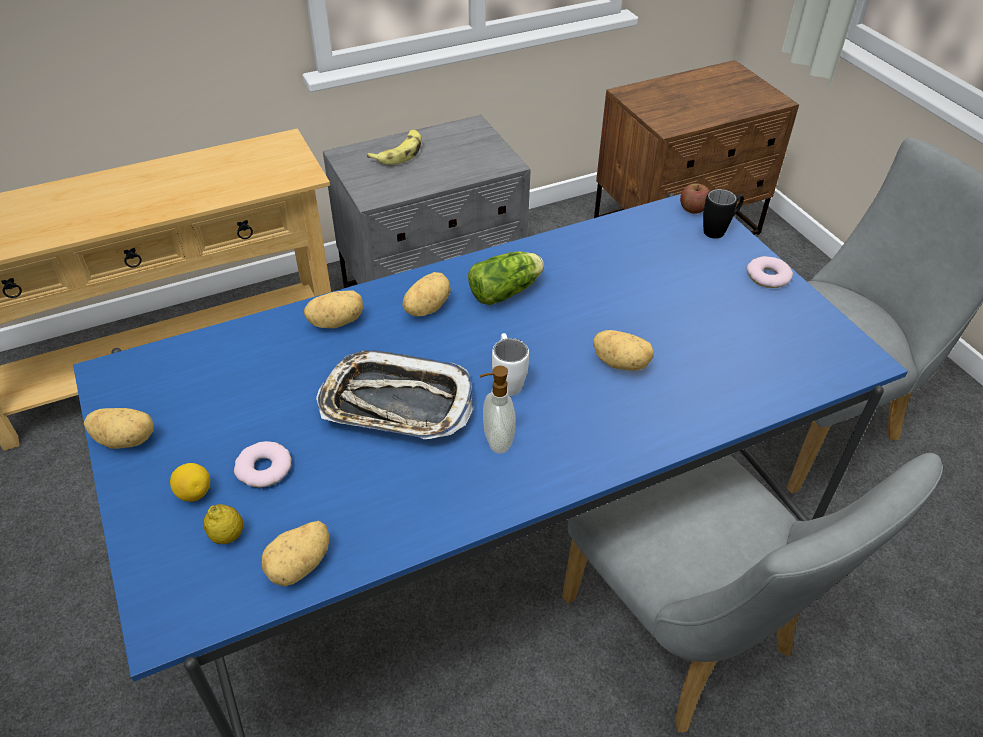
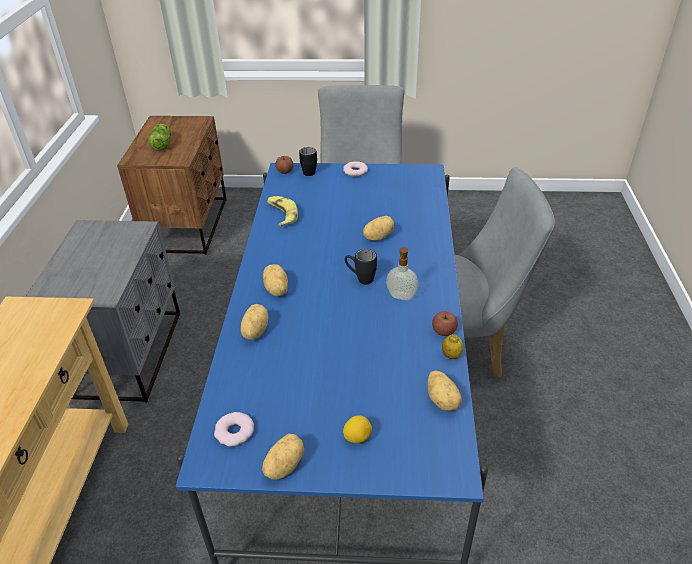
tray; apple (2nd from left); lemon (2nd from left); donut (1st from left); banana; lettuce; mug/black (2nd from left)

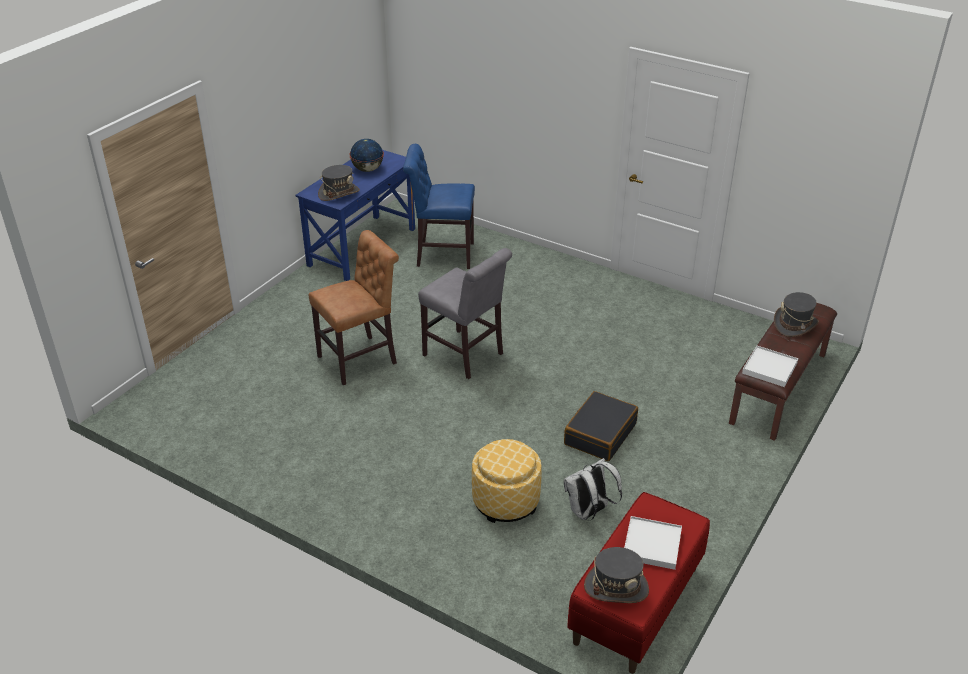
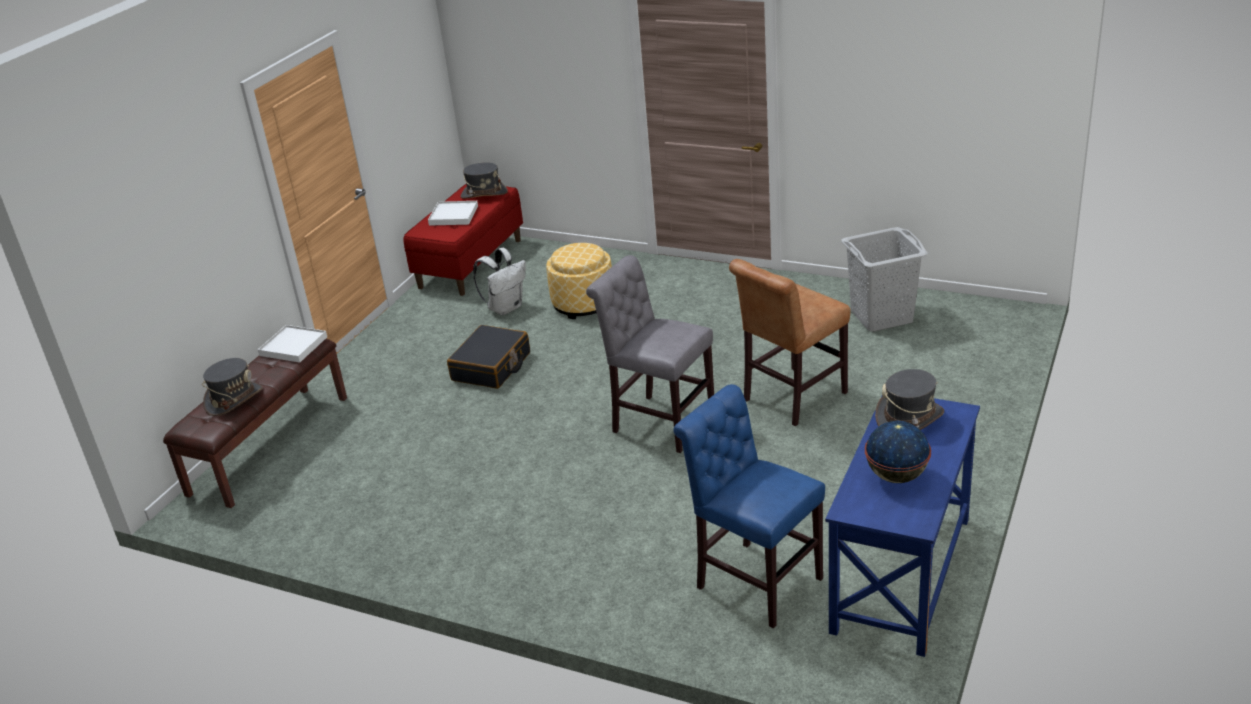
laundry basket/grey; chair/blue

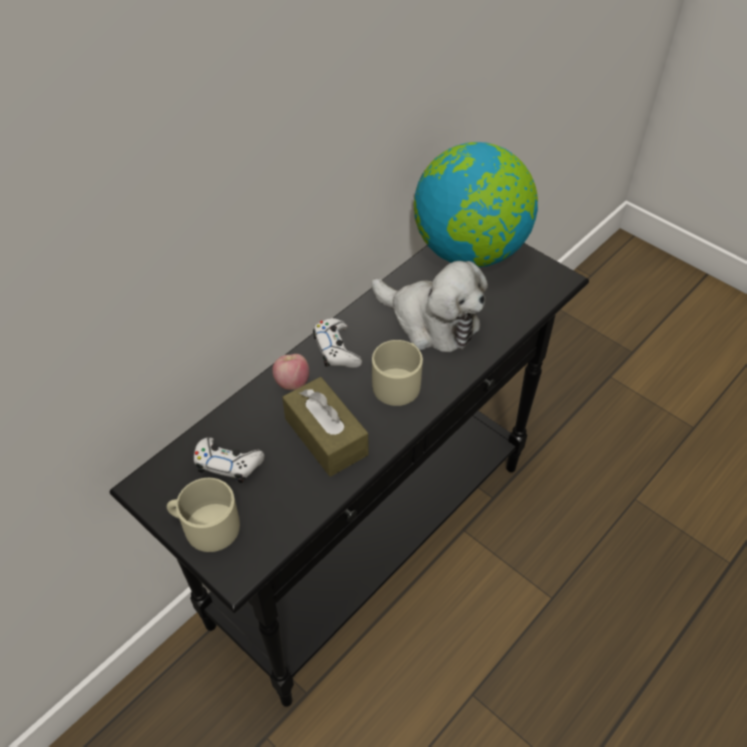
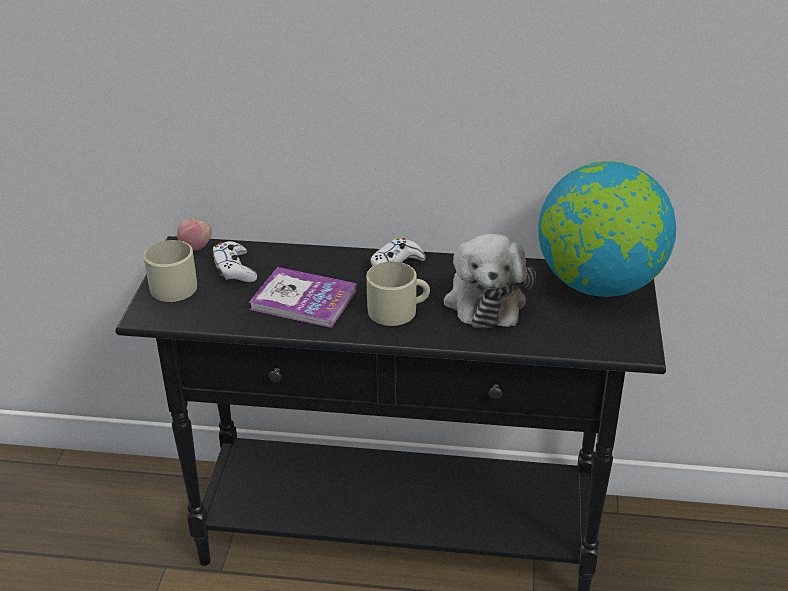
apple; book

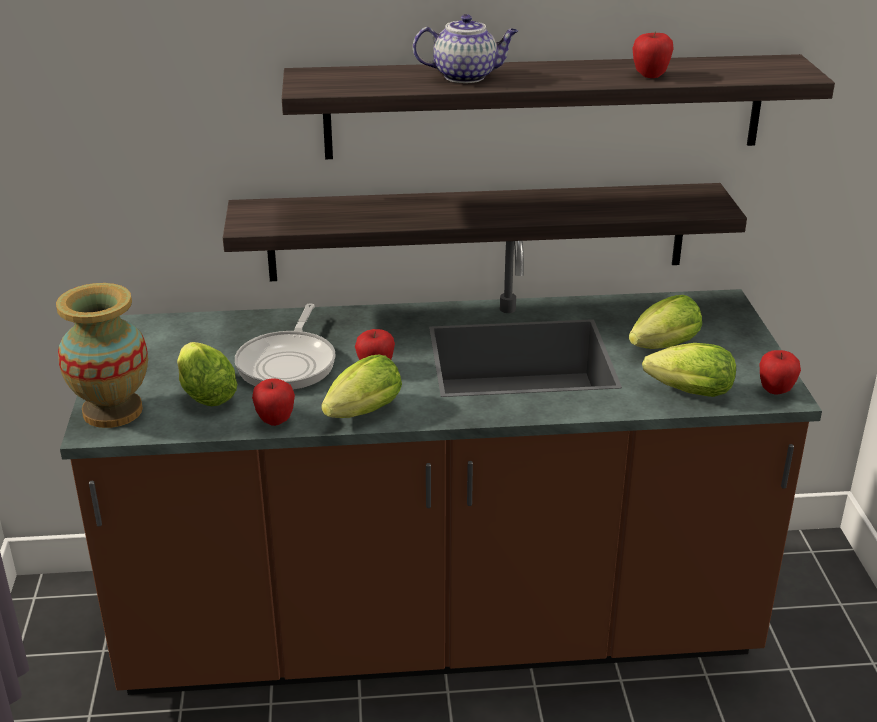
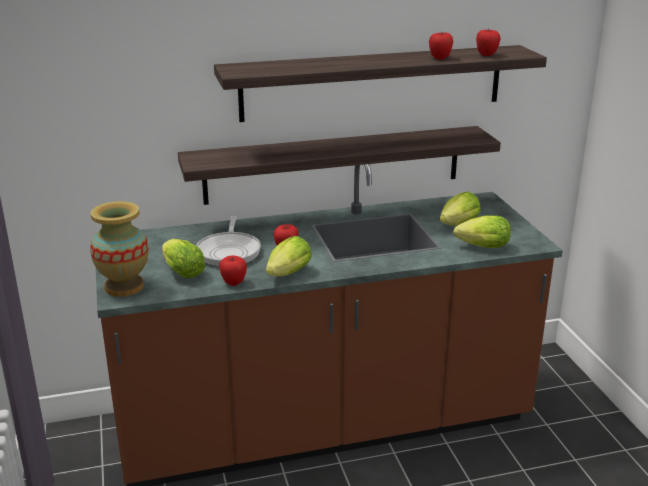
teapot; apple (4th from left)

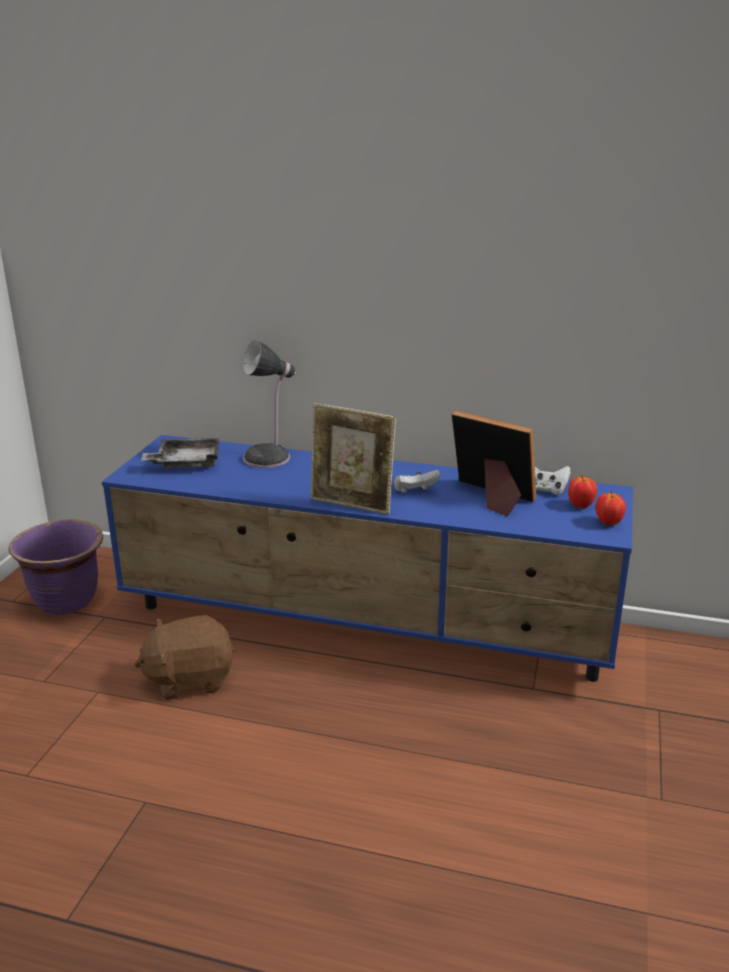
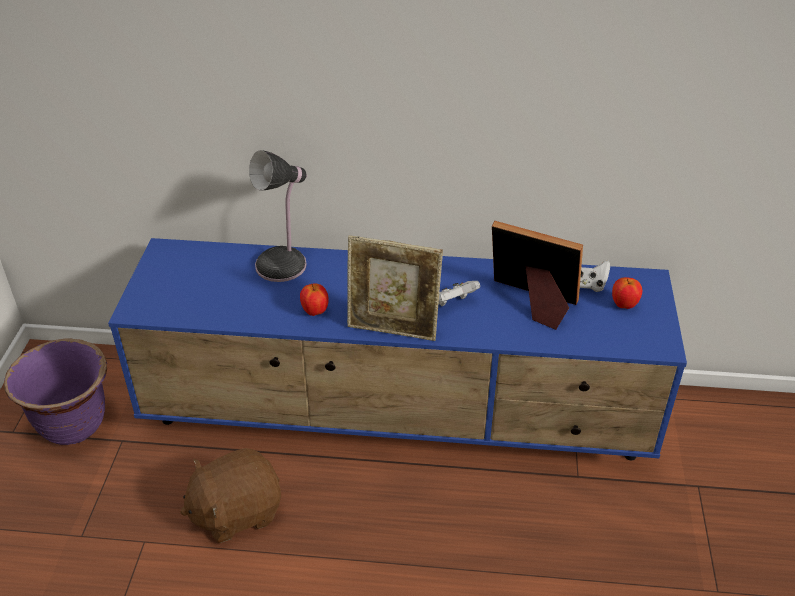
tray/grey; apple (1st from left)

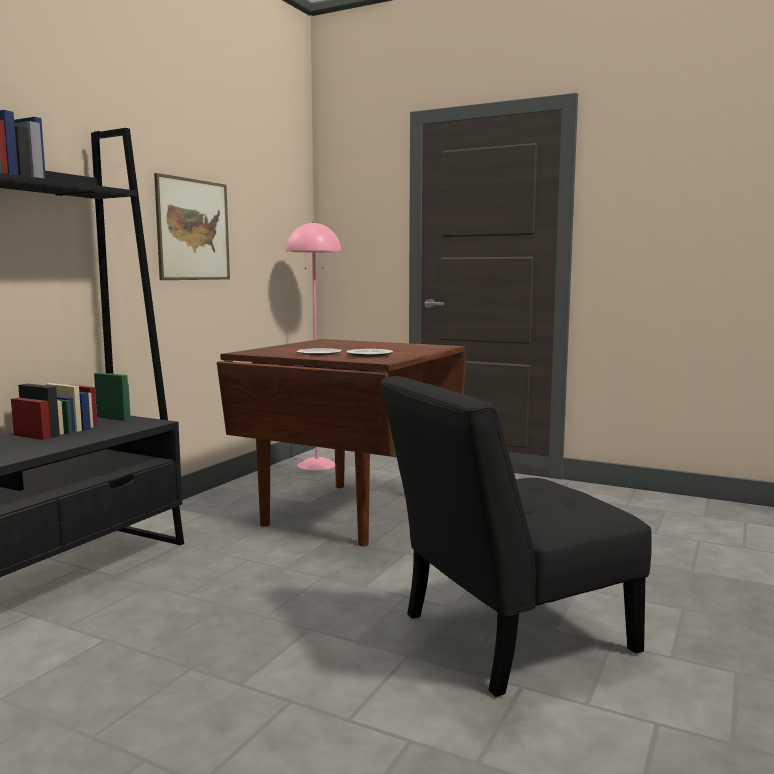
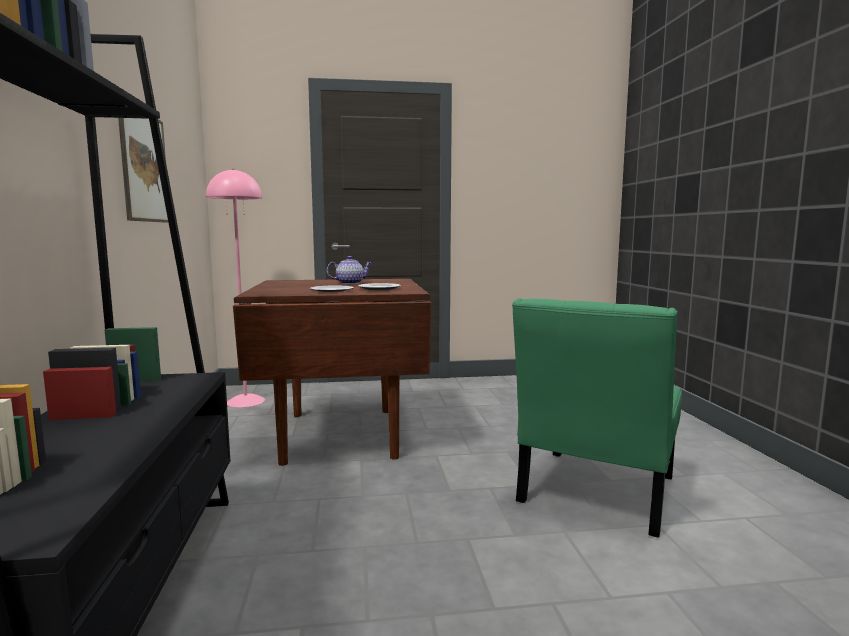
teapot; chair/green

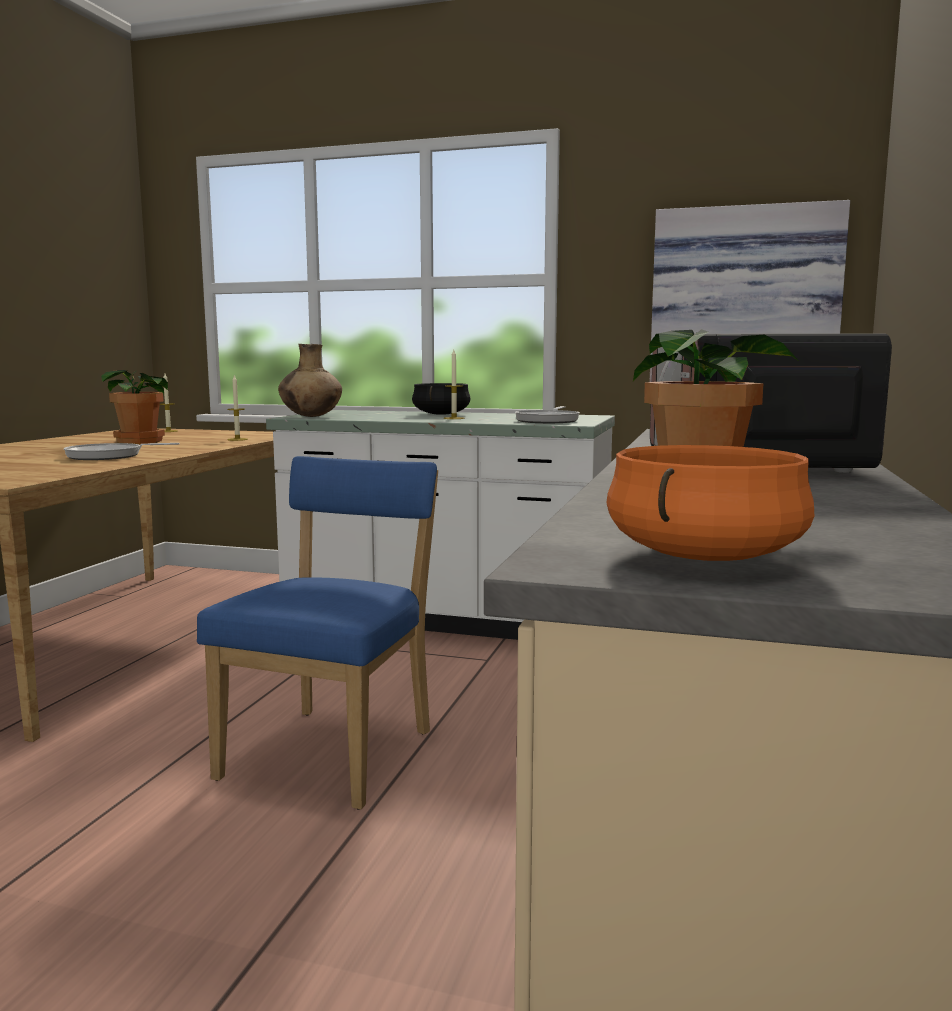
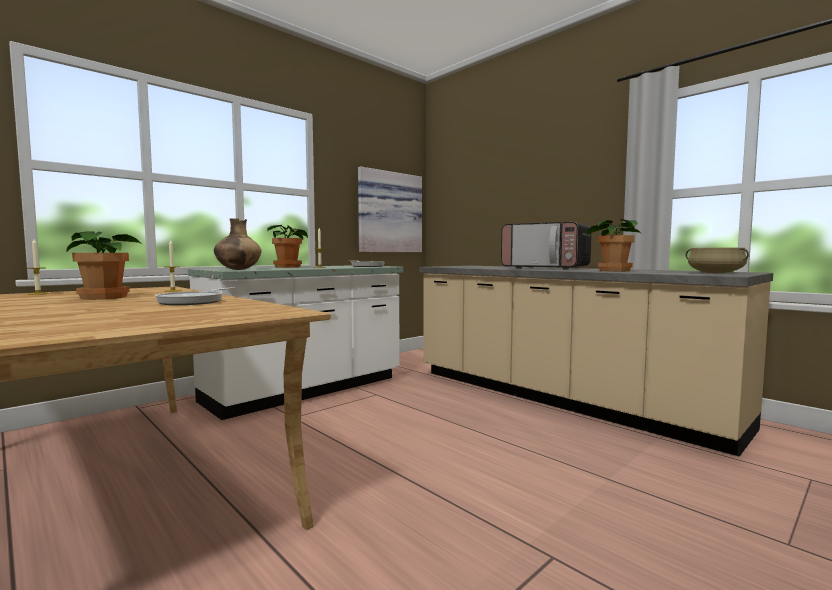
chair/blue; potted plant (2nd from left); cooking pot/beige

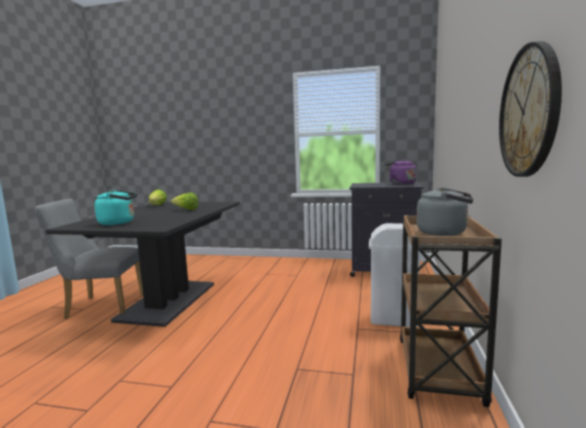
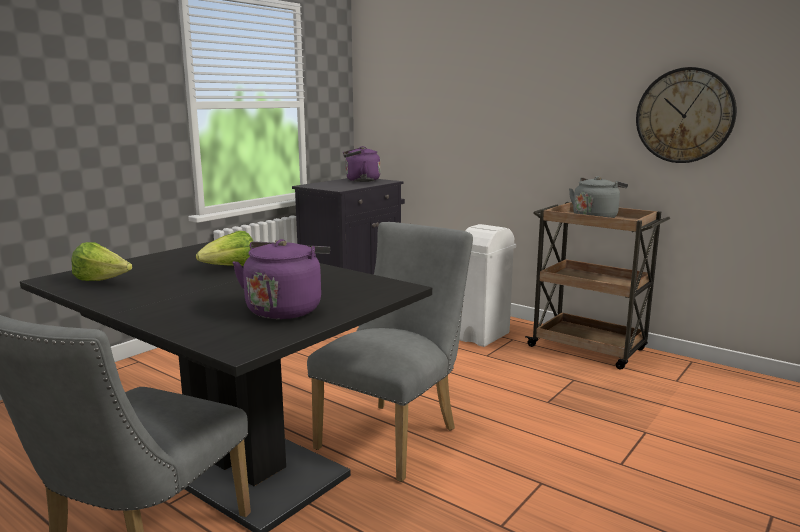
chair/grey (2nd from left); kettle/purple (1st from left)

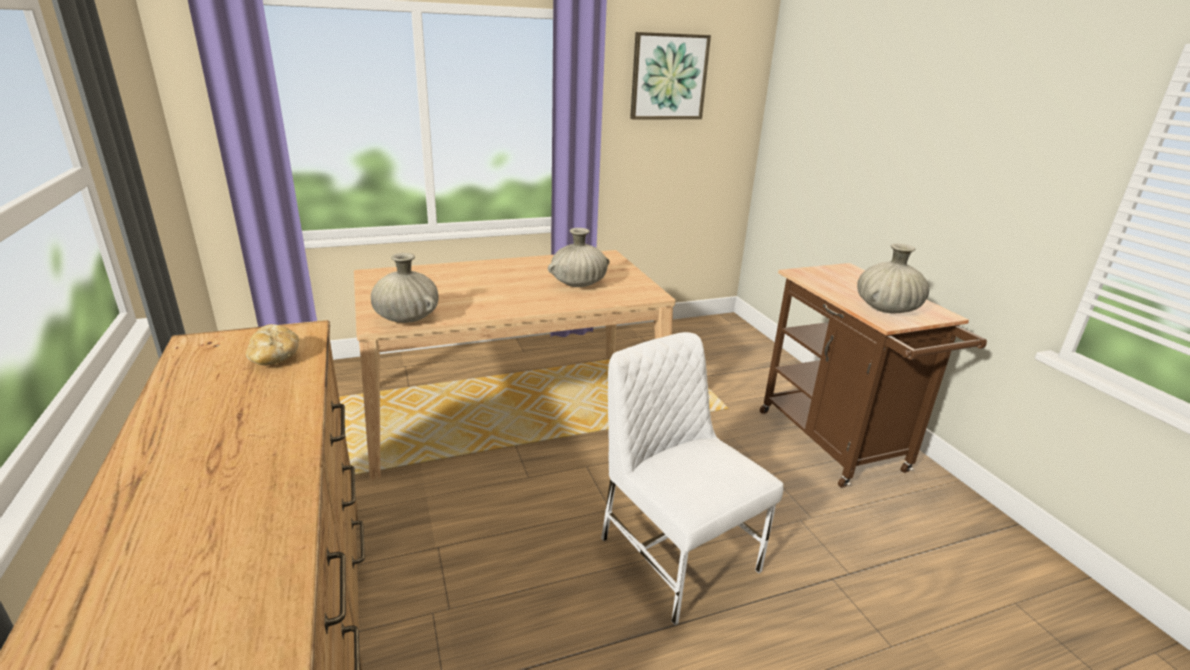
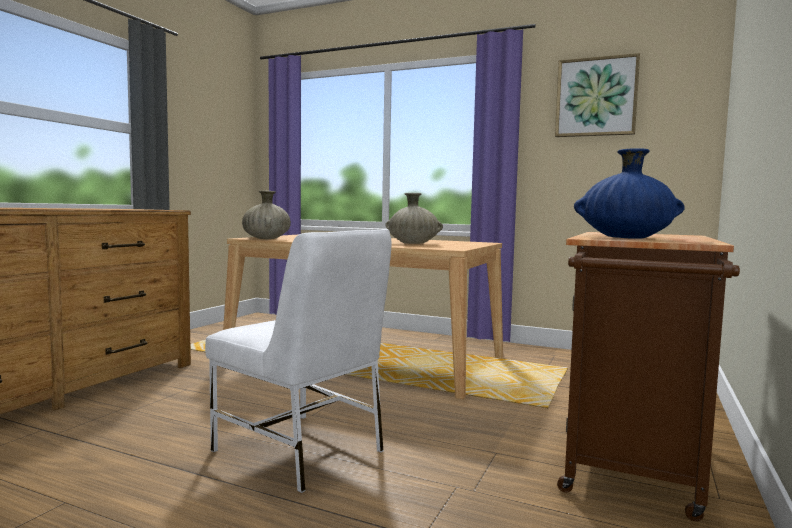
bread; vase/blue; chair/white

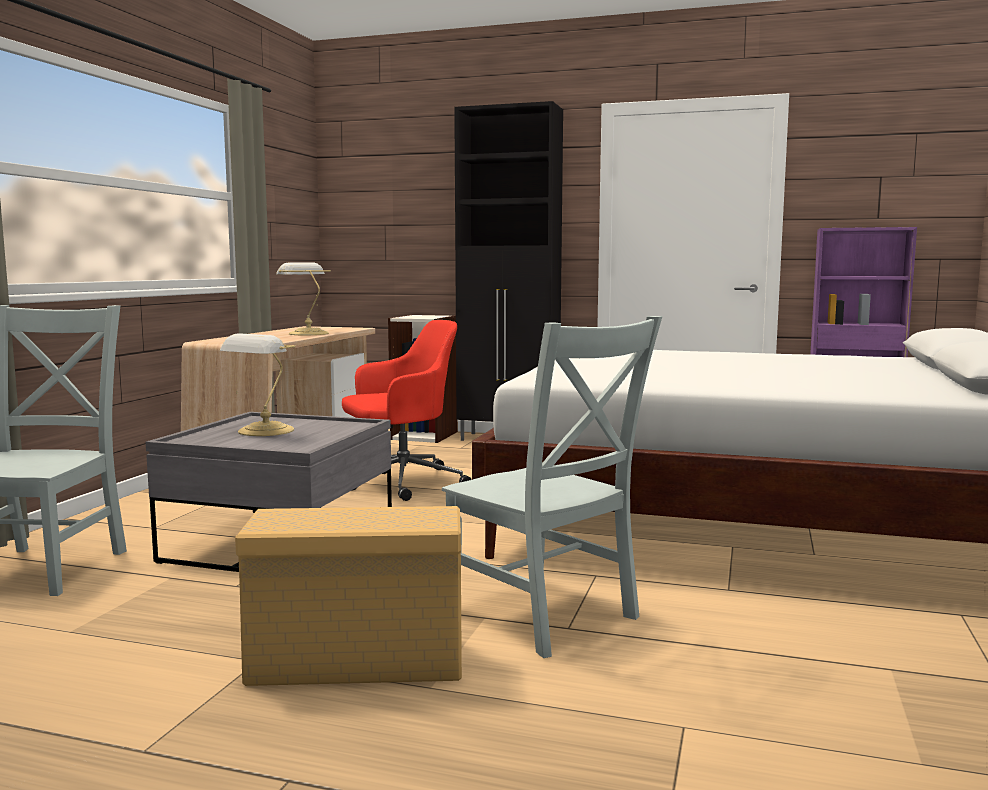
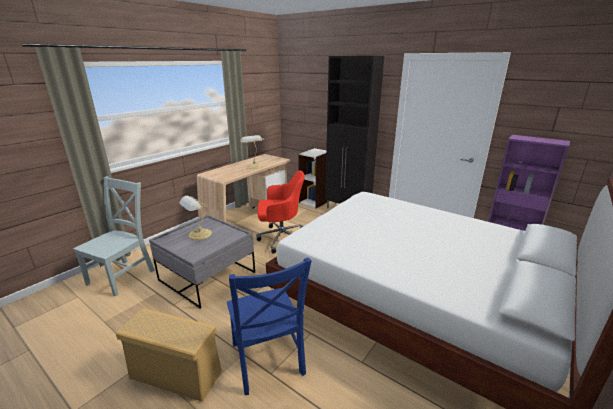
chair/blue

